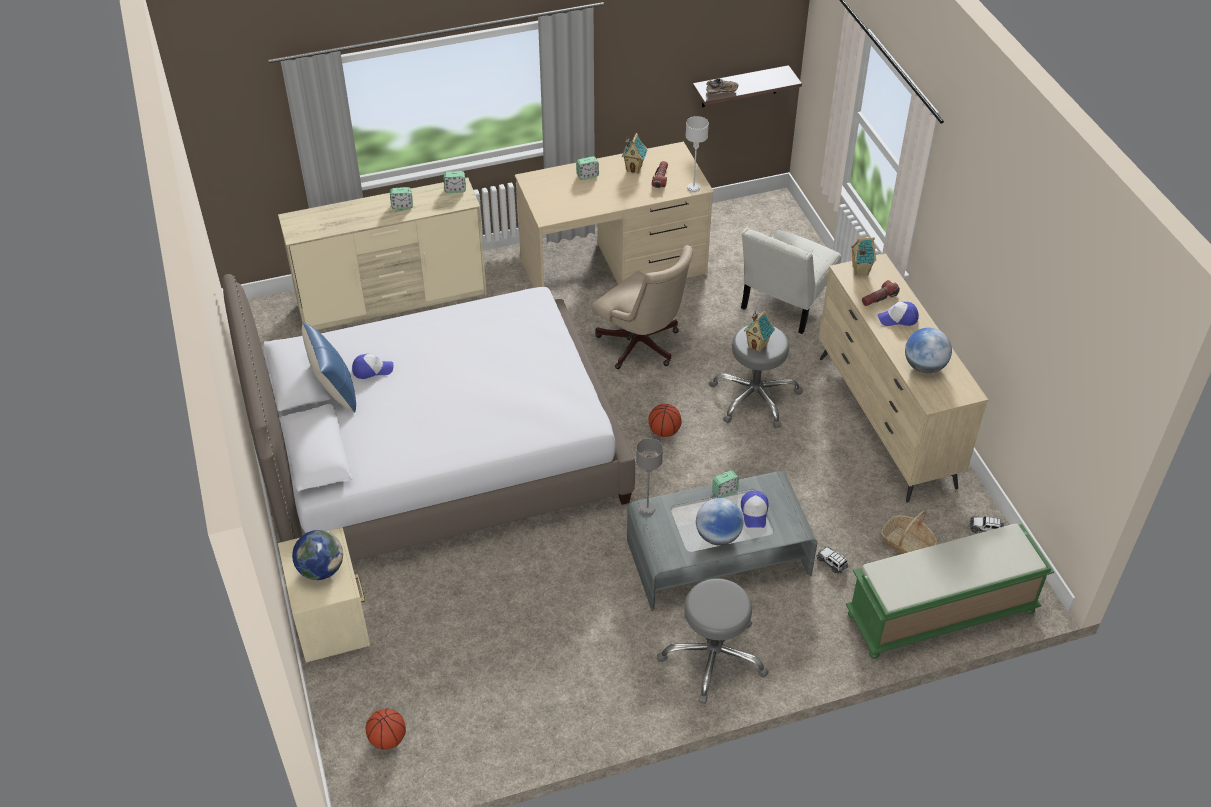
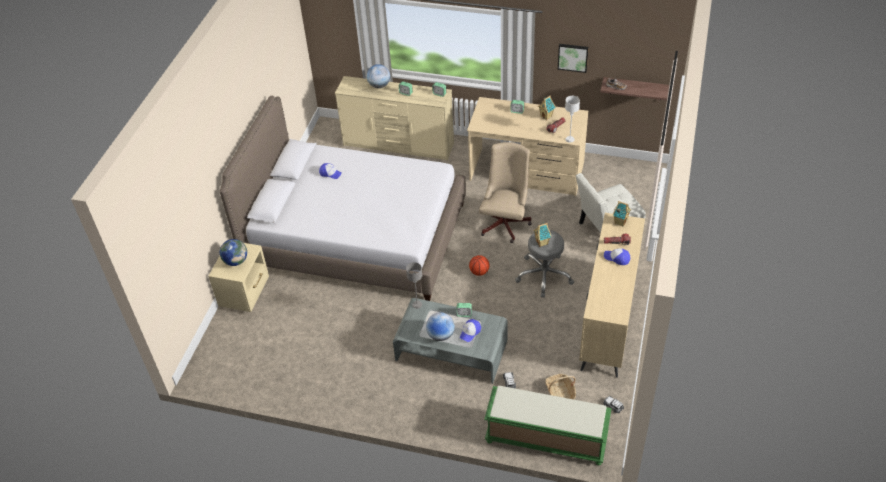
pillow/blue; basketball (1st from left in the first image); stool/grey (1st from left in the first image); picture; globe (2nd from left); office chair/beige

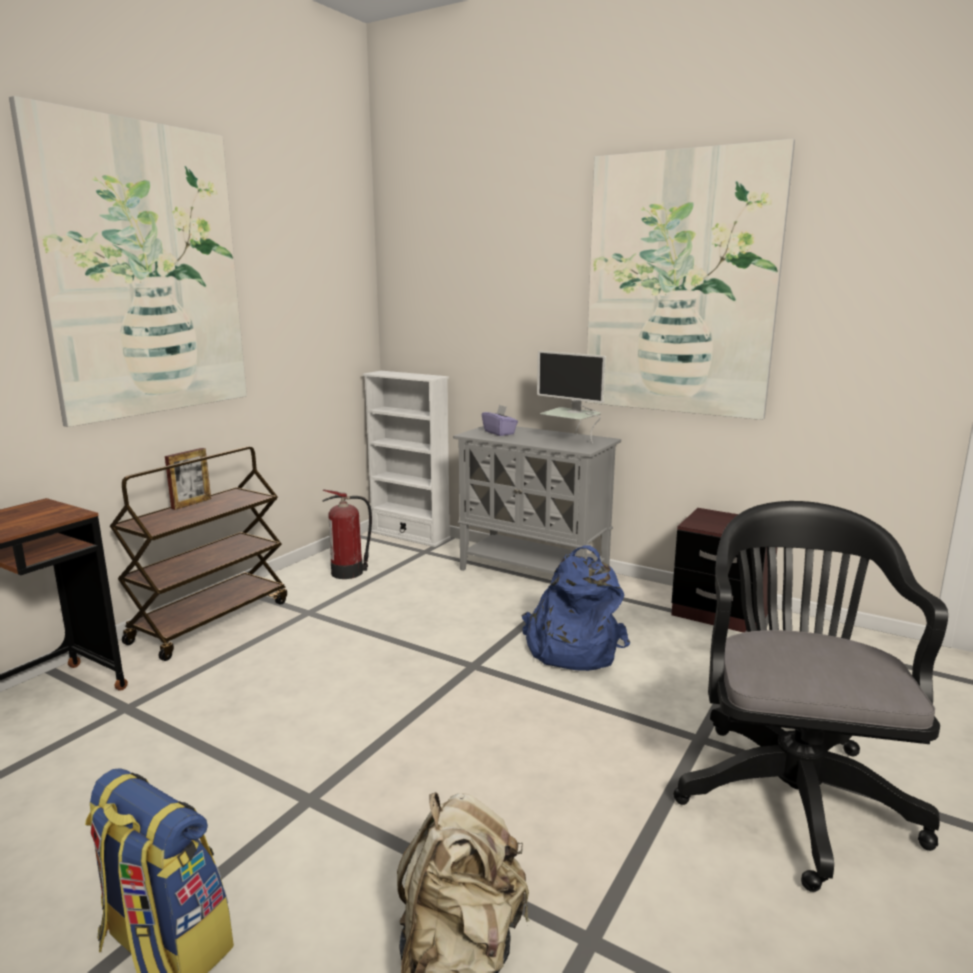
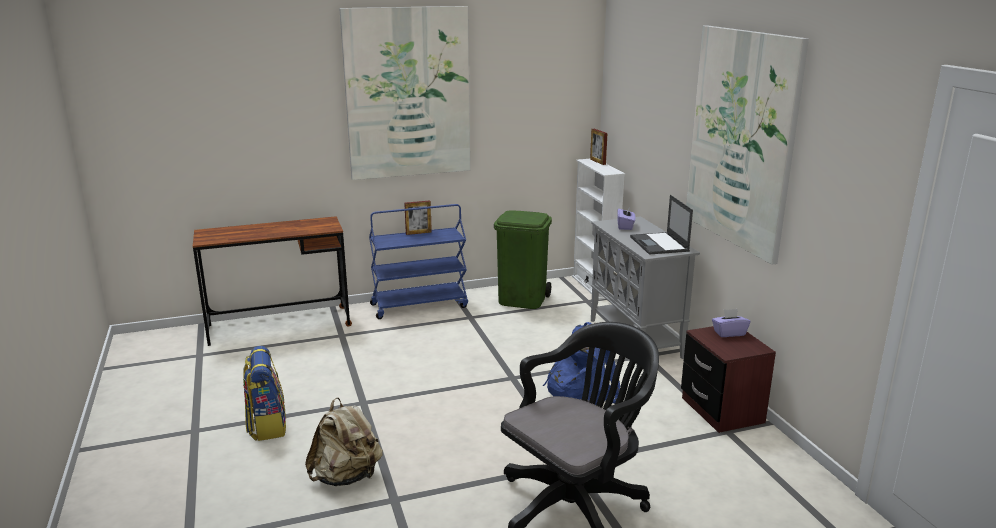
picture frame (2nd from left); tissue box/purple (2nd from left); trash can/green; laptop; cart/blue

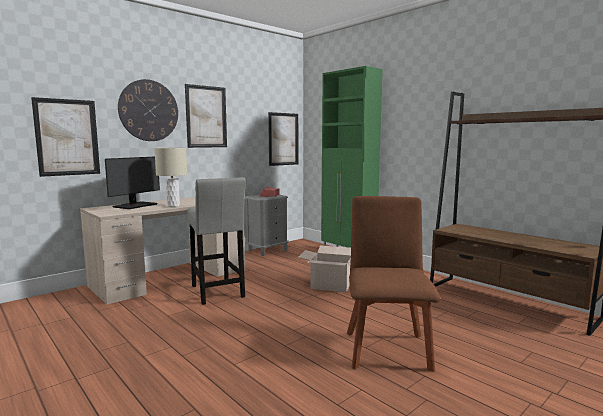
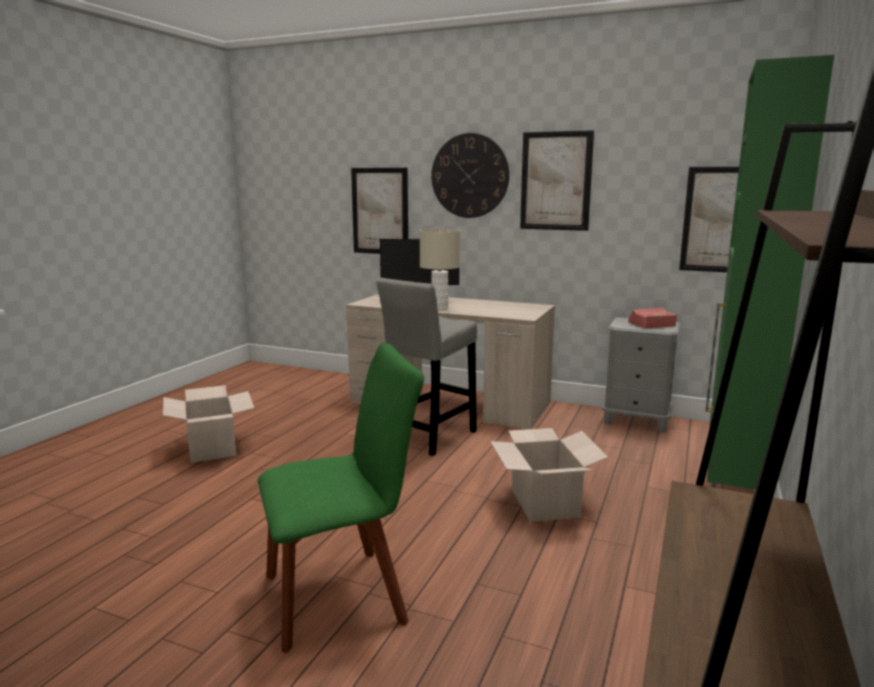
cardboard box (1st from left); chair/green

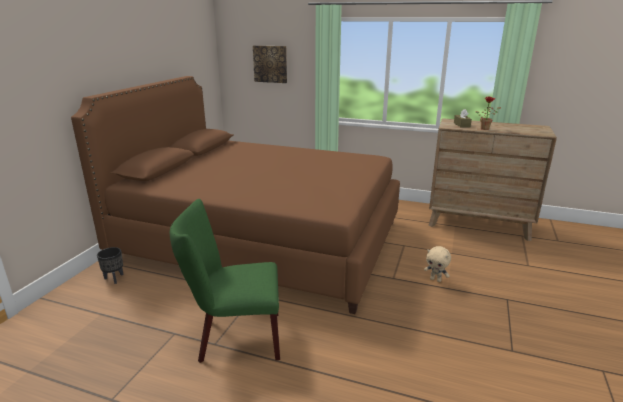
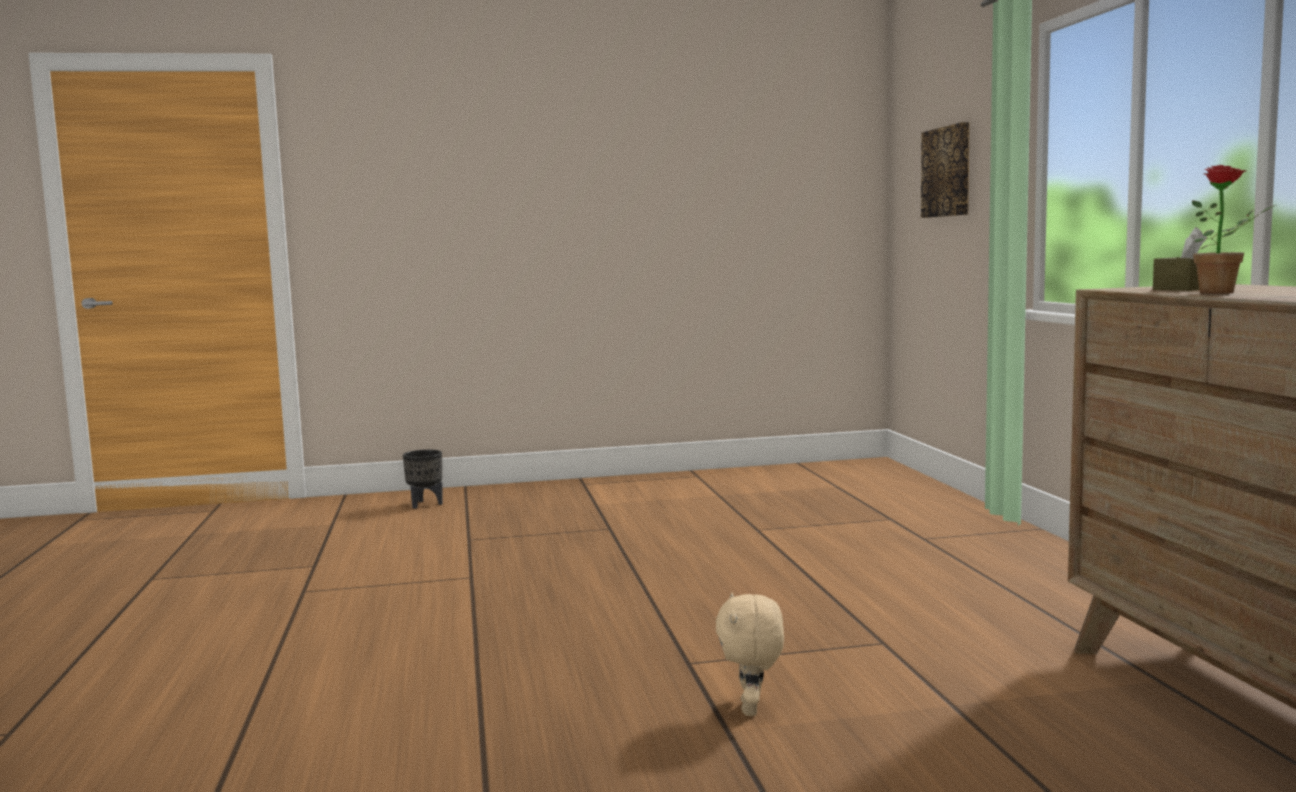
bed/brown; chair/green

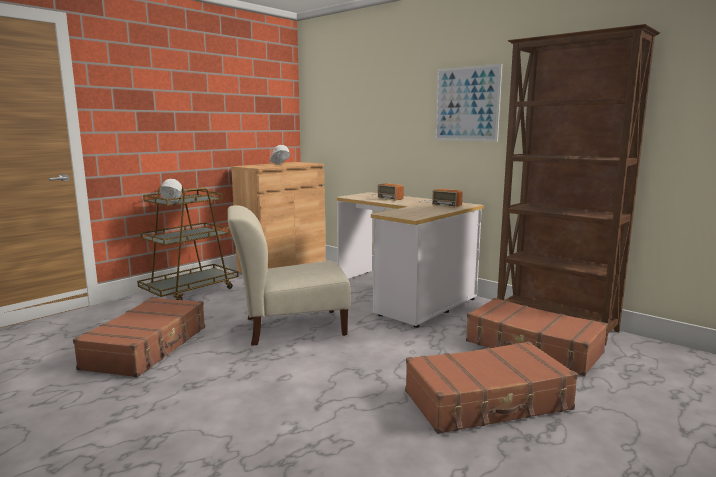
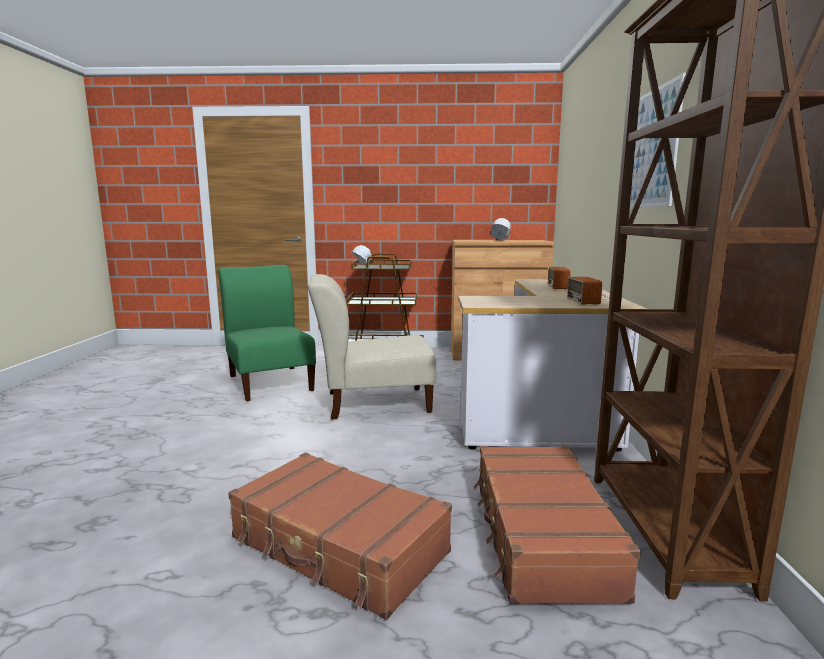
chair/green; chair/beige

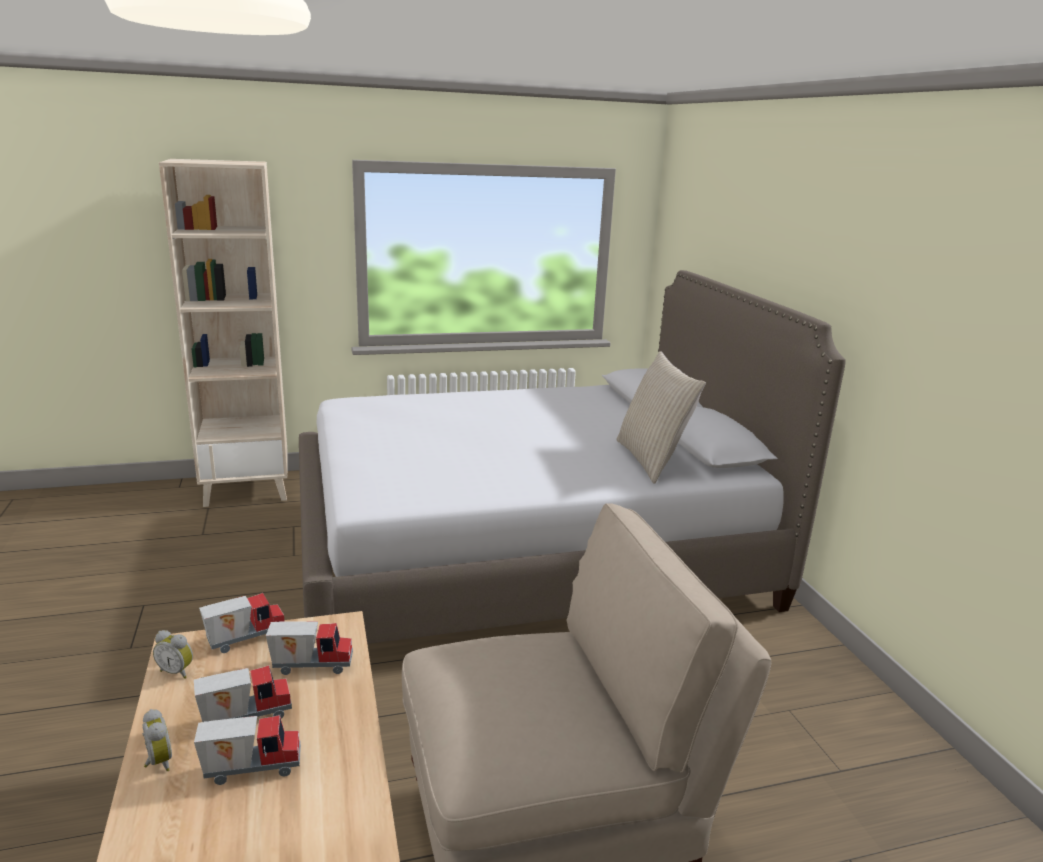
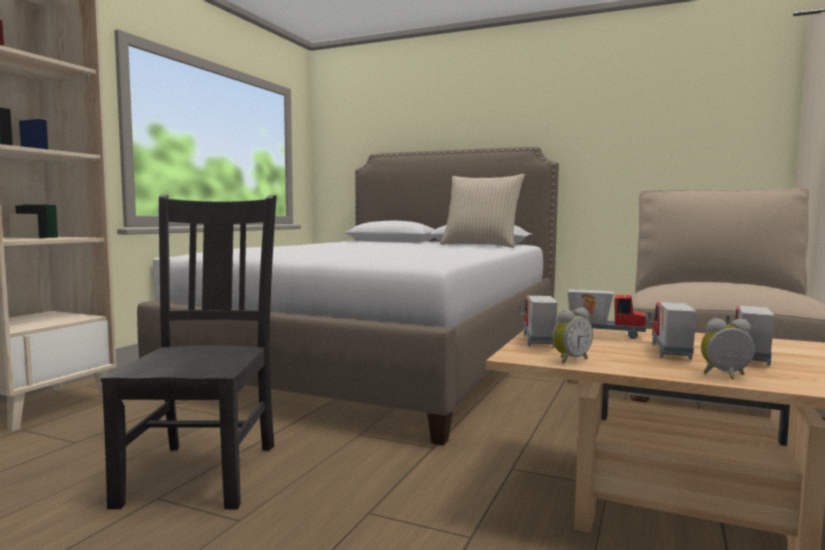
chair/black; toy truck (2nd from left)

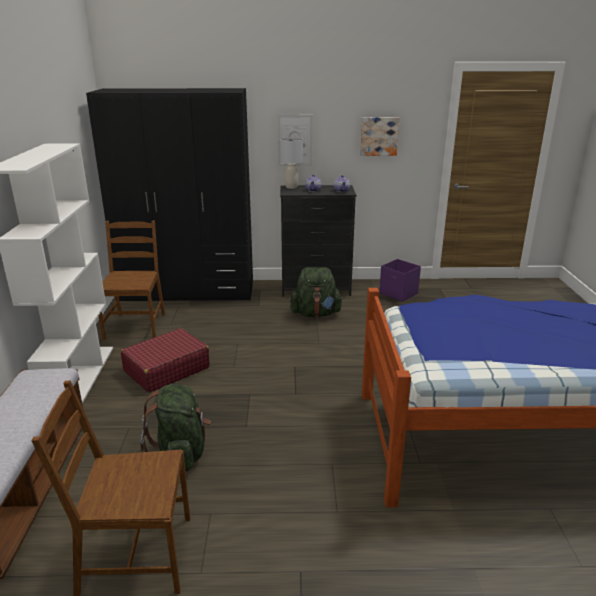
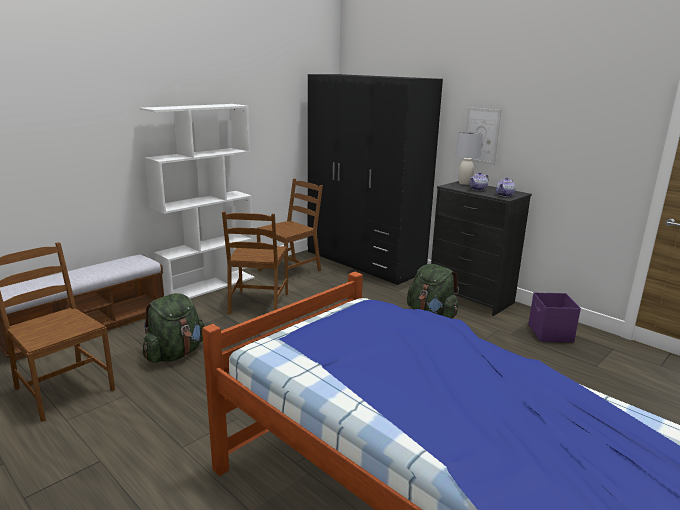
picture (2nd from left in the first image); chair/brown (2nd from left)

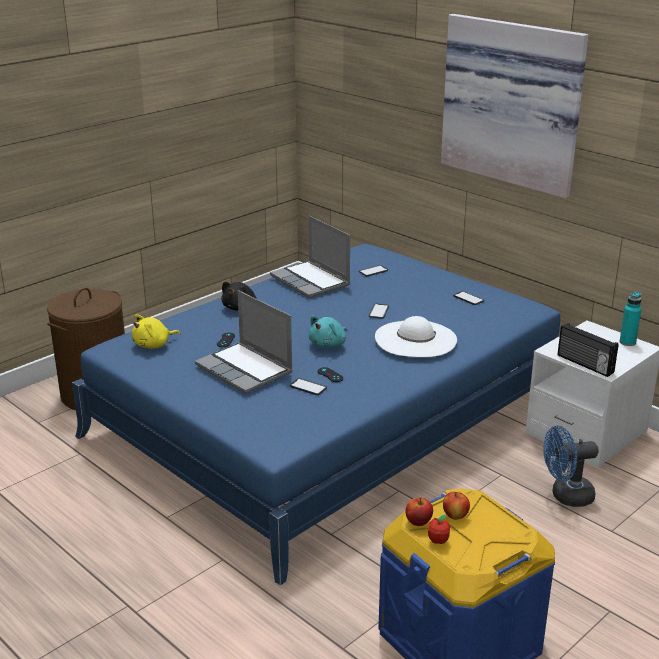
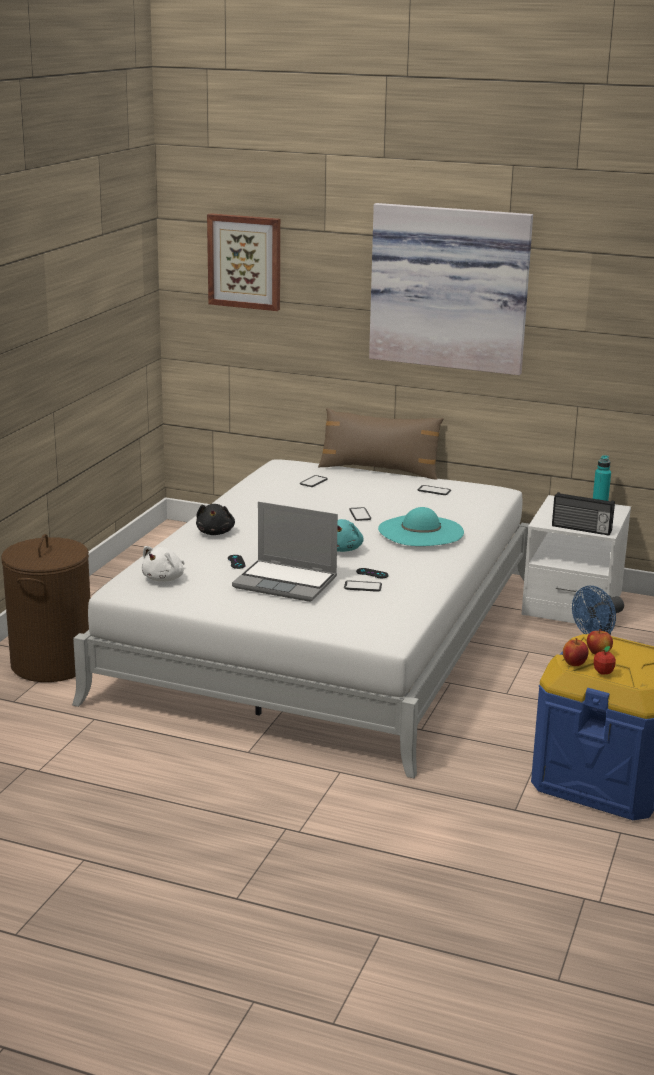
laptop (2nd from left in the first image); picture (1st from left); pillow/brown; bed/white; plush toy/white; hat/turquoise

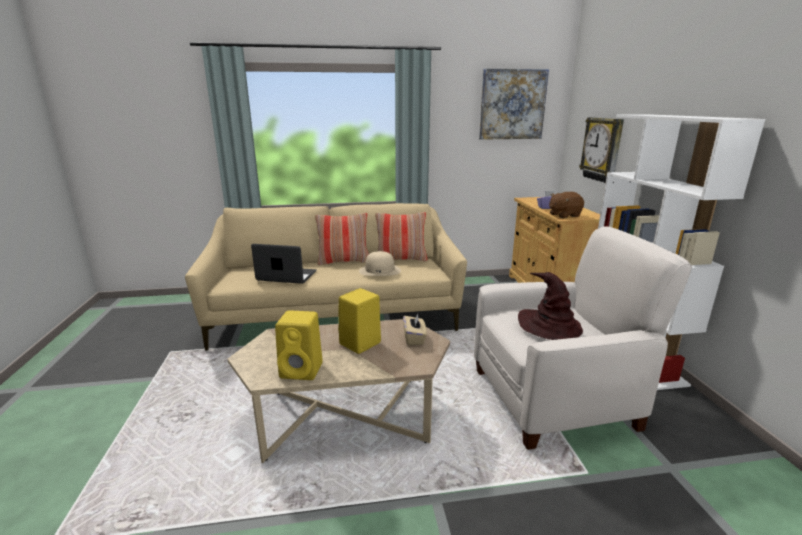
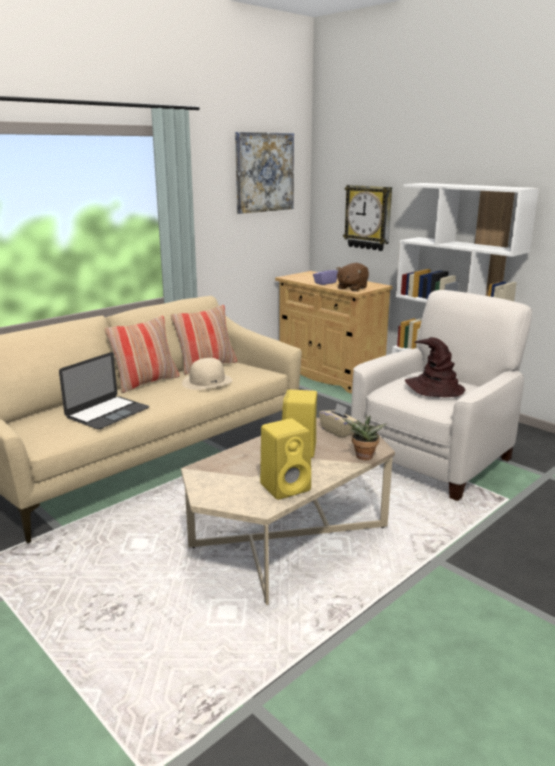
potted plant; laptop

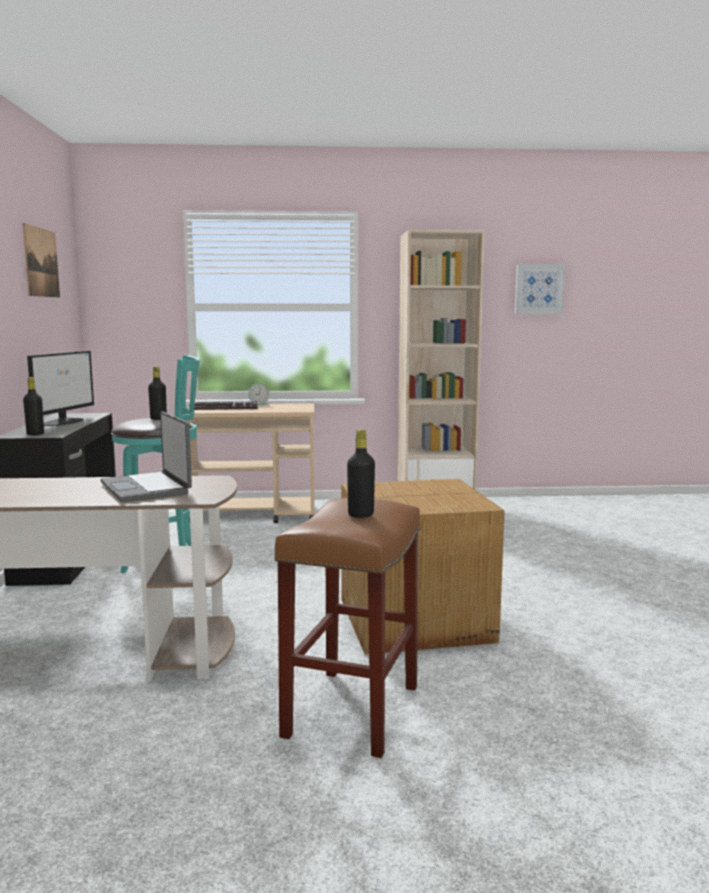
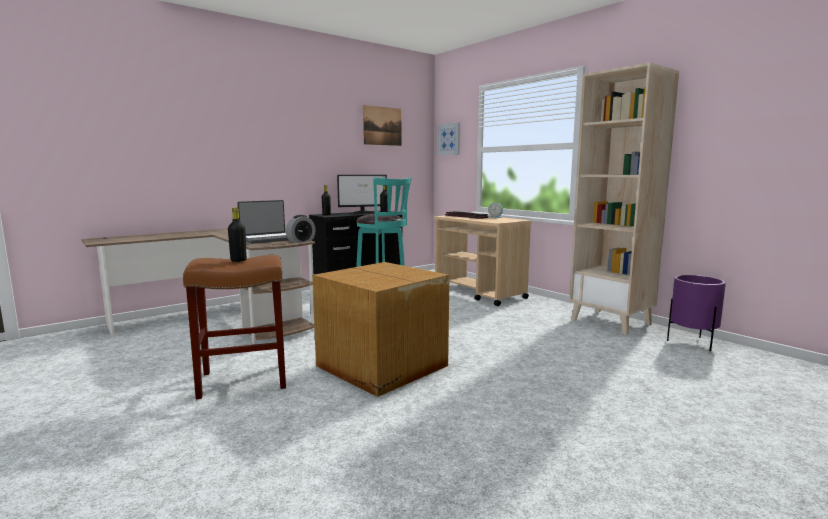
alarm clock (1st from left); planter/purple; picture (2nd from left); laptop

